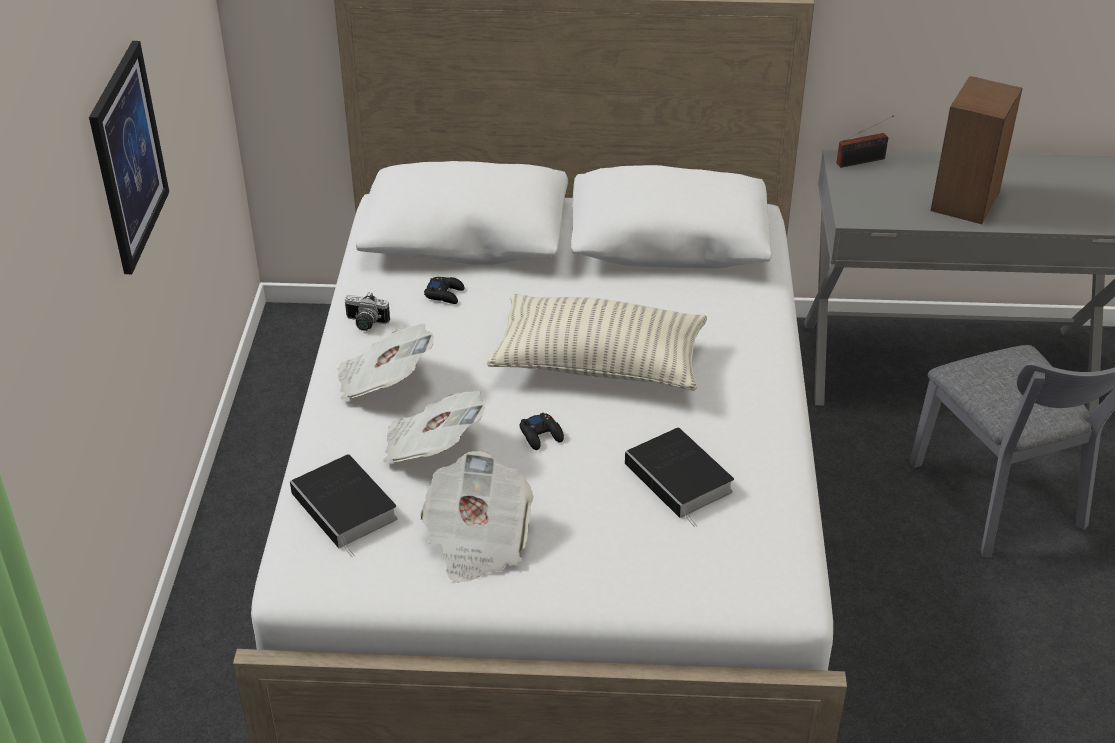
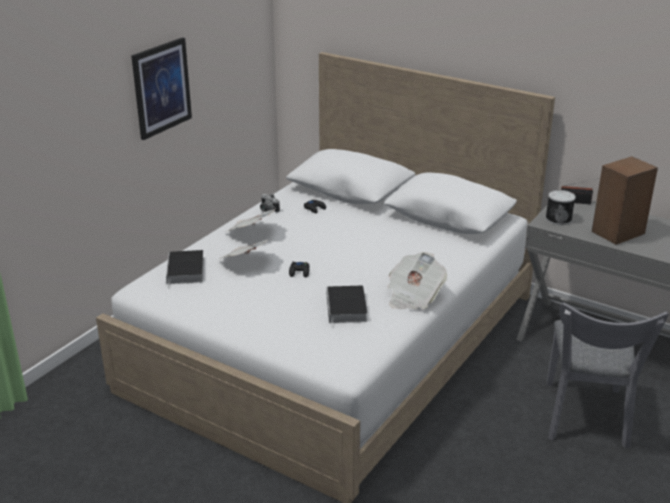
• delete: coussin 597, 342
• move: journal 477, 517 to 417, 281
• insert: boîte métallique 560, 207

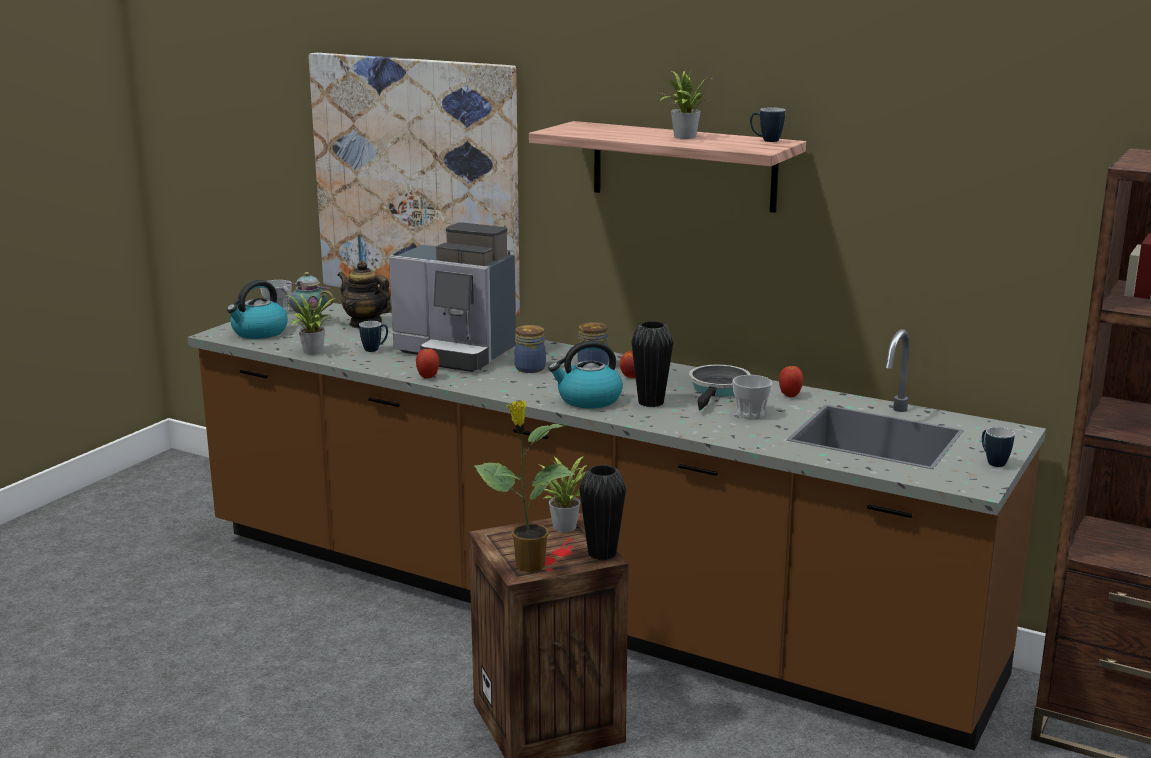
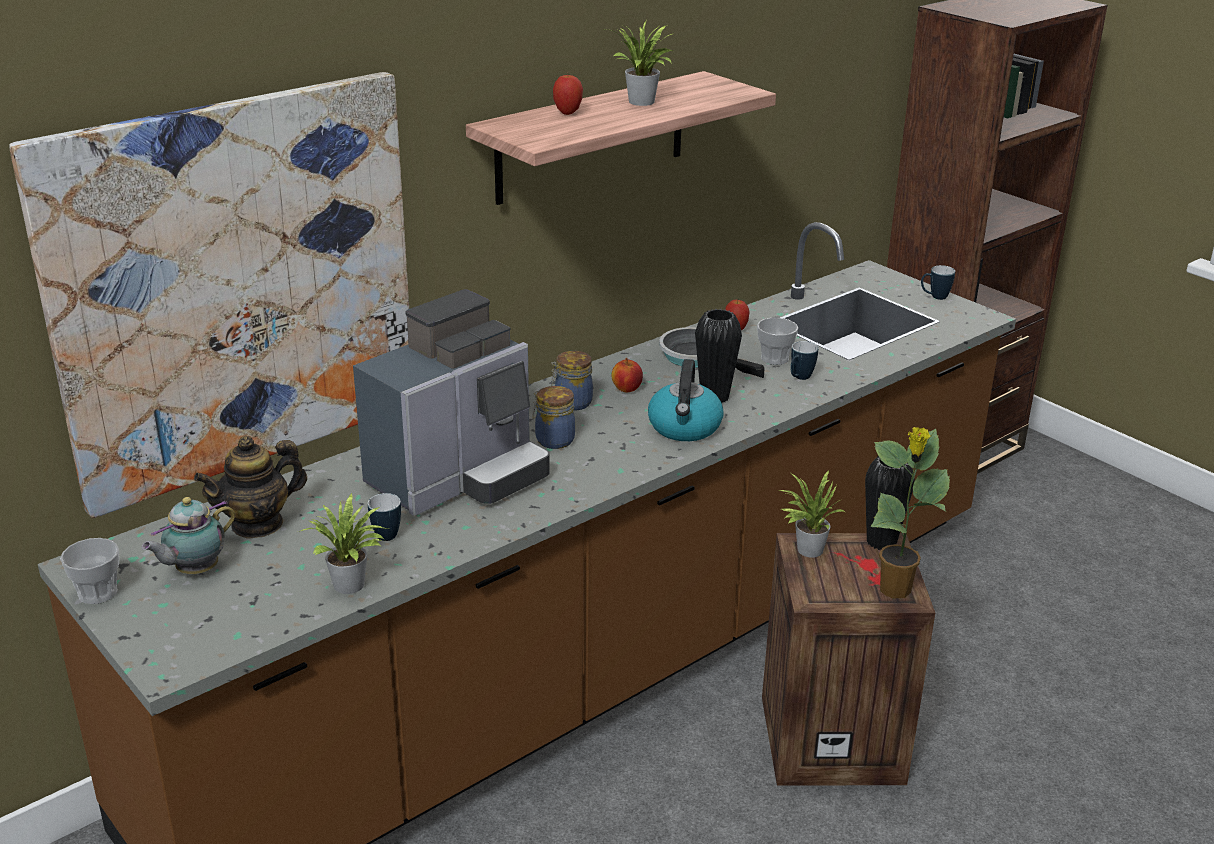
• move: mug 767, 124 to 804, 360
• delete: bouilloire 257, 309
• move: pomme 427, 363 to 568, 94

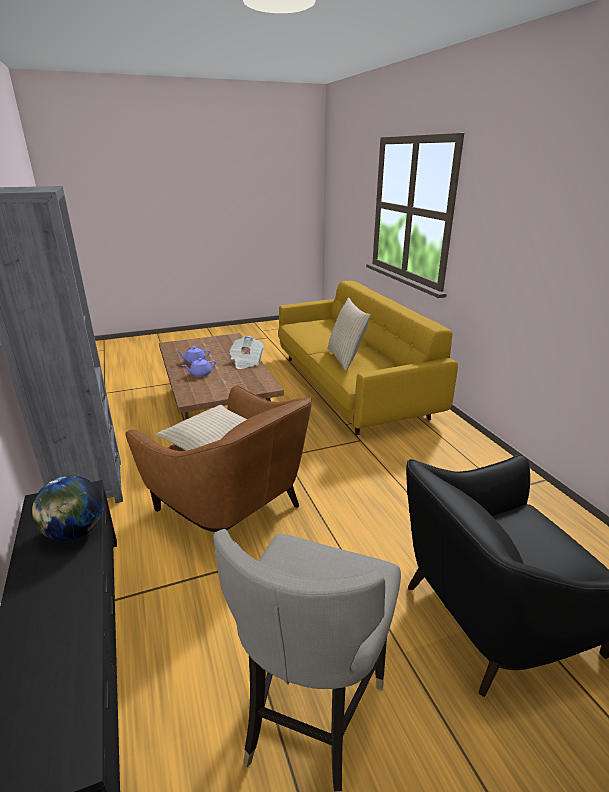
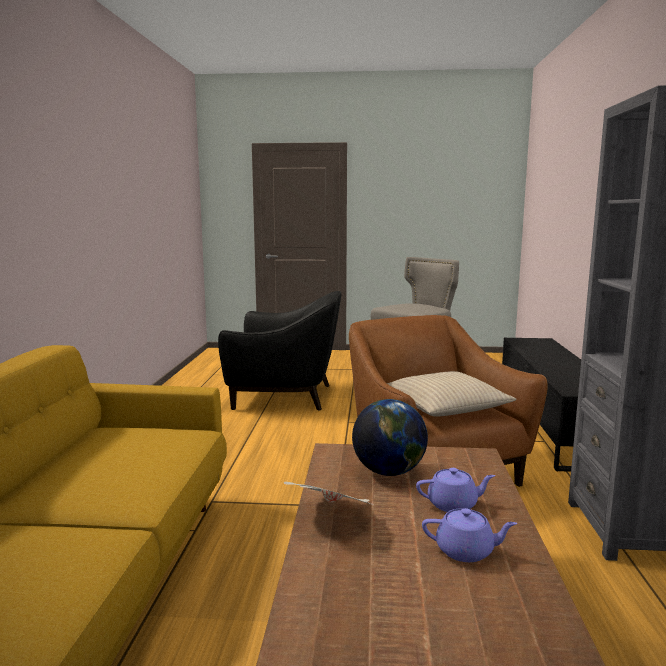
• delete: coussin [beige] 348, 334
• move: globe 67, 508 to 390, 437

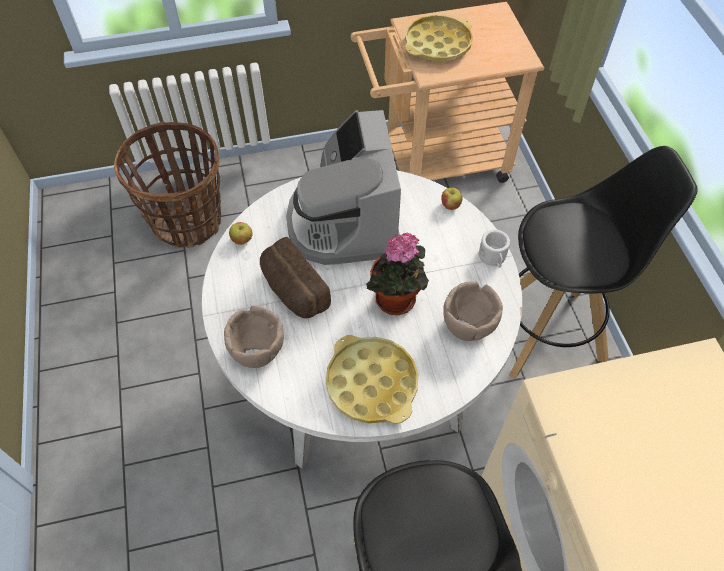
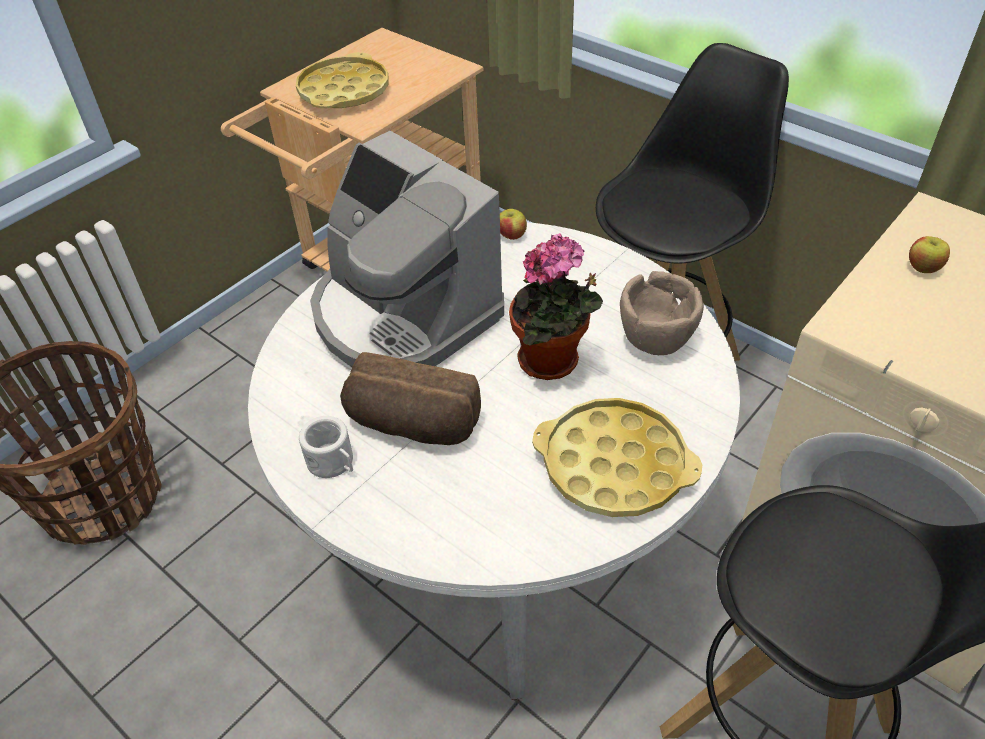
• move: pomme 241, 233 to 929, 254
• move: mug [blanc] 494, 249 to 326, 447
• delete: bol [marron] 254, 337

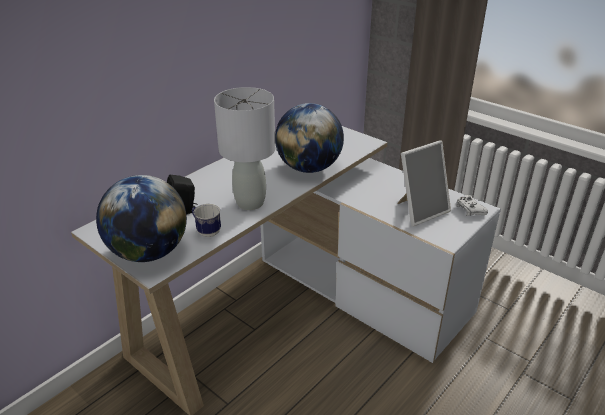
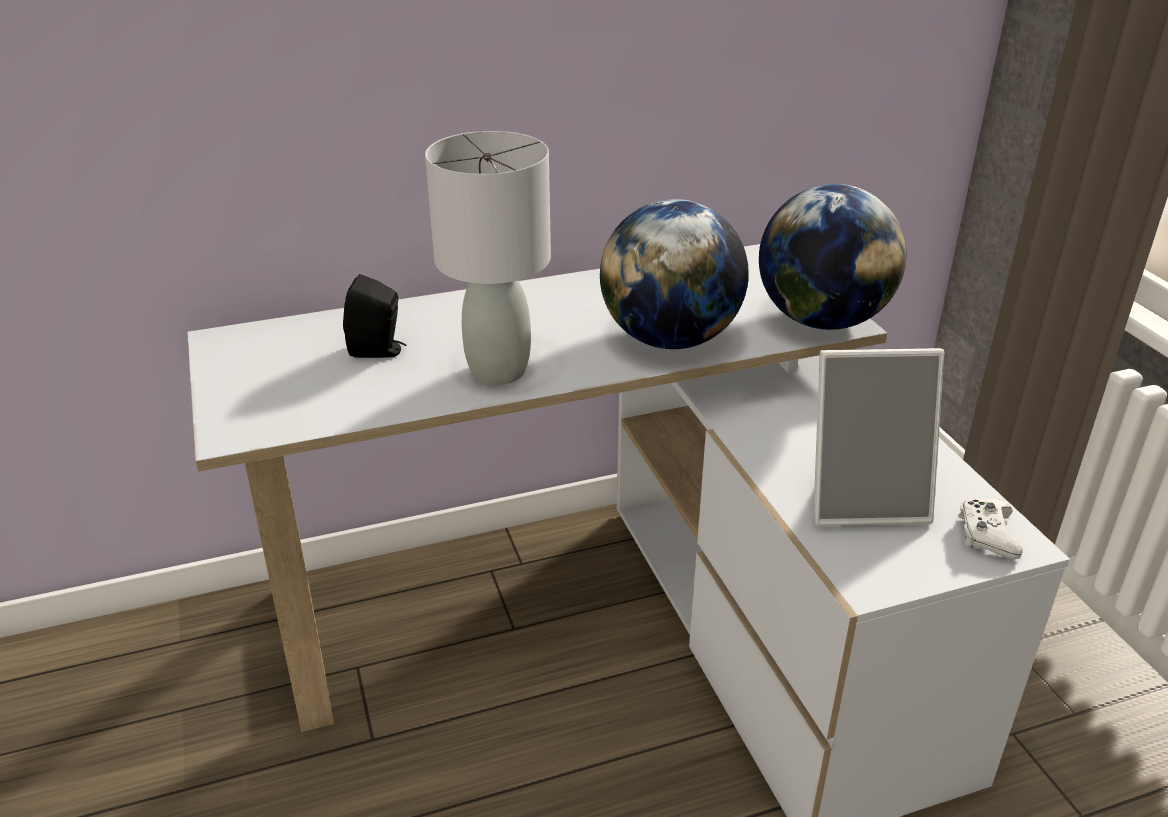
• move: globe 141, 218 to 832, 257
• delete: mug 206, 220

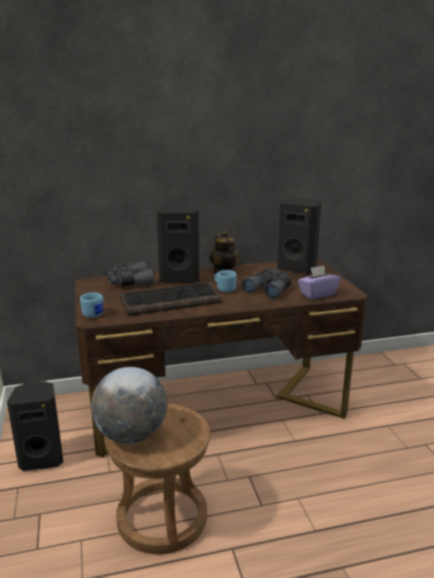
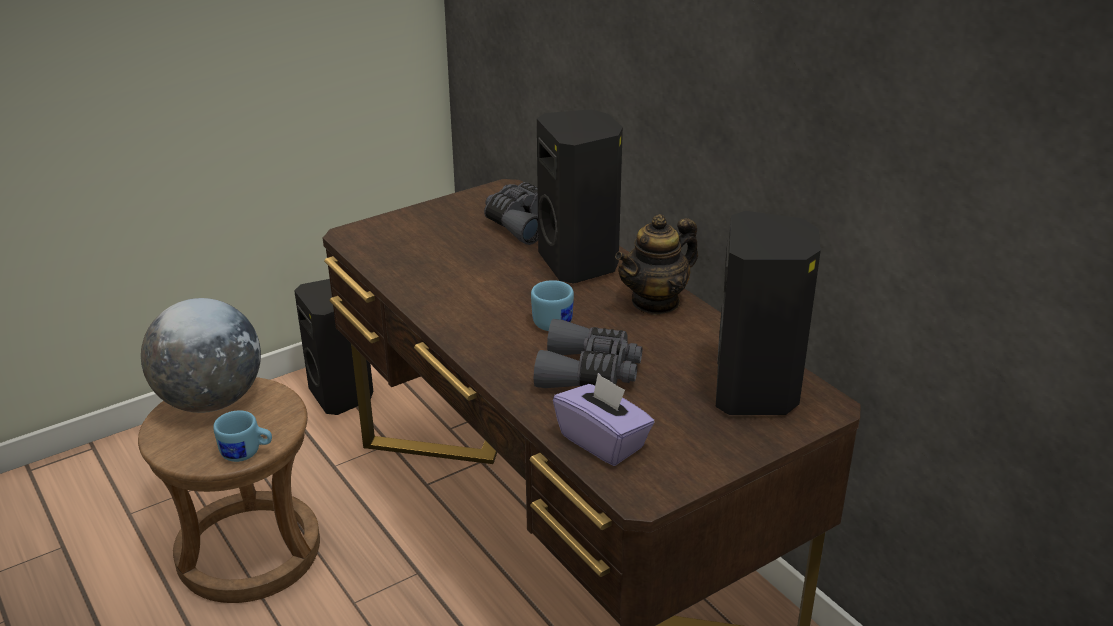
• delete: clavier 170, 299
• move: mug [bleu] 92, 305 to 242, 436

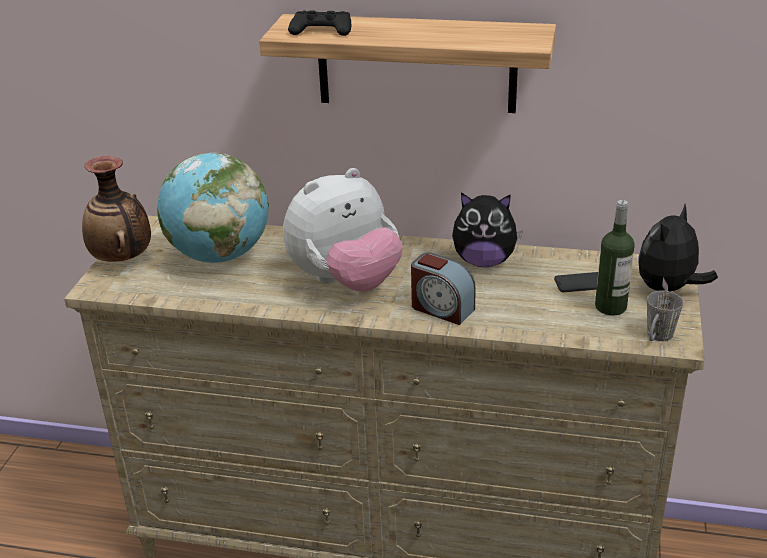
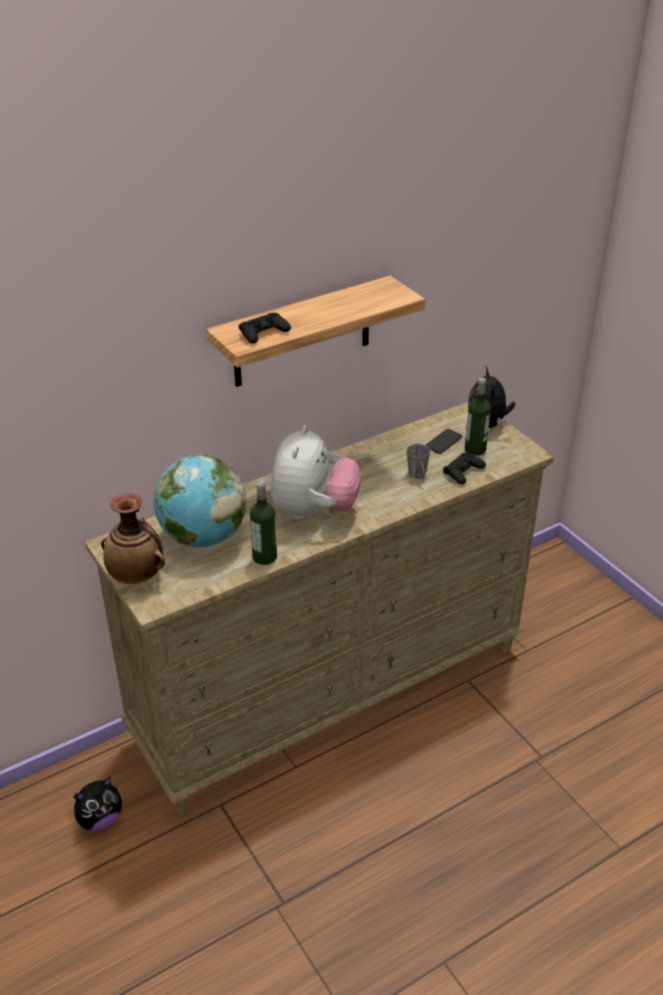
• move: peluche 487, 229 to 98, 804
• delete: réveil 443, 288
• move: mug [gris] 665, 315 to 418, 462
• insert: manette [noir] 464, 468
• insert: bouteille 263, 523

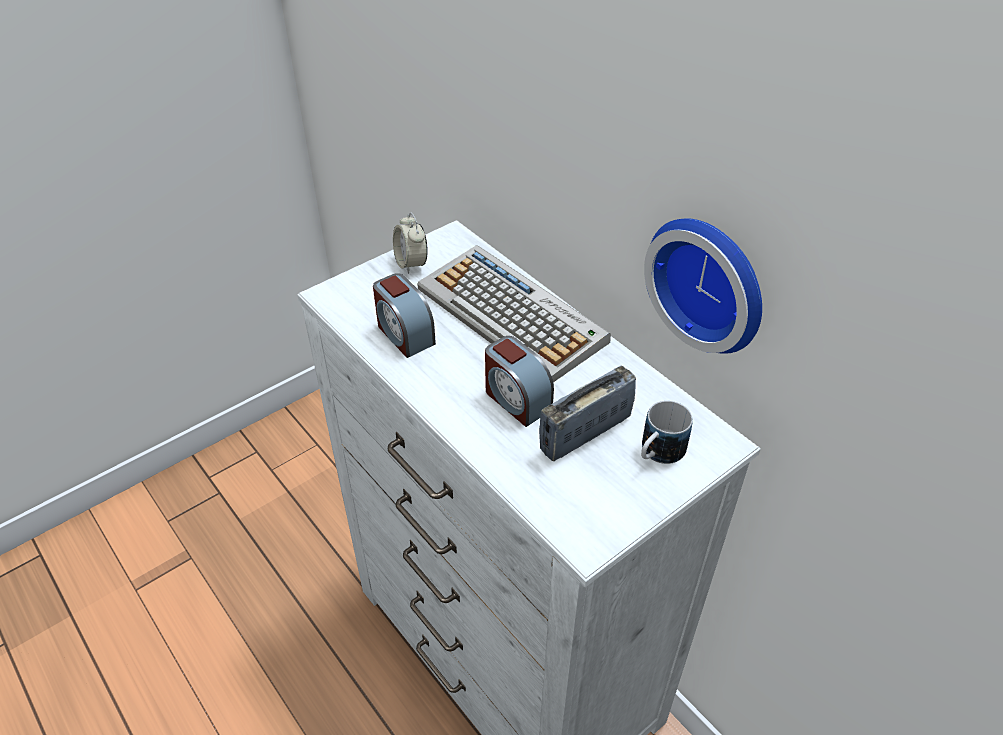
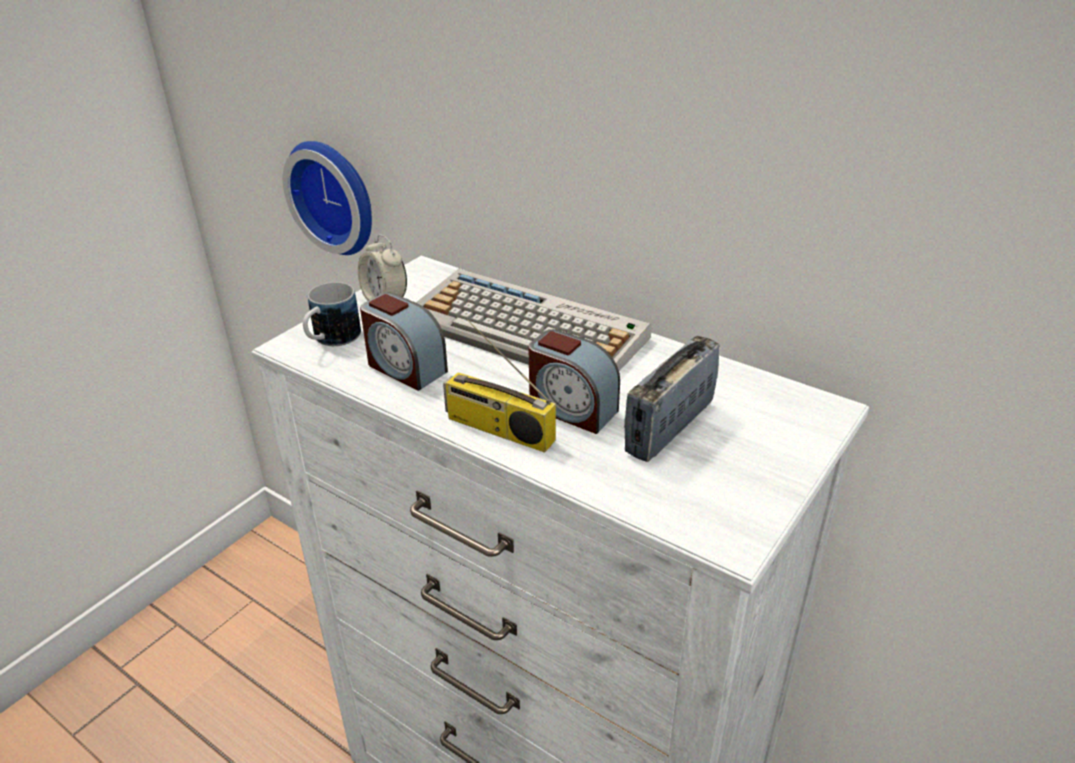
• move: horloge murale 703, 286 to 327, 198
• move: mug 667, 432 to 332, 314
• insert: radio 499, 385

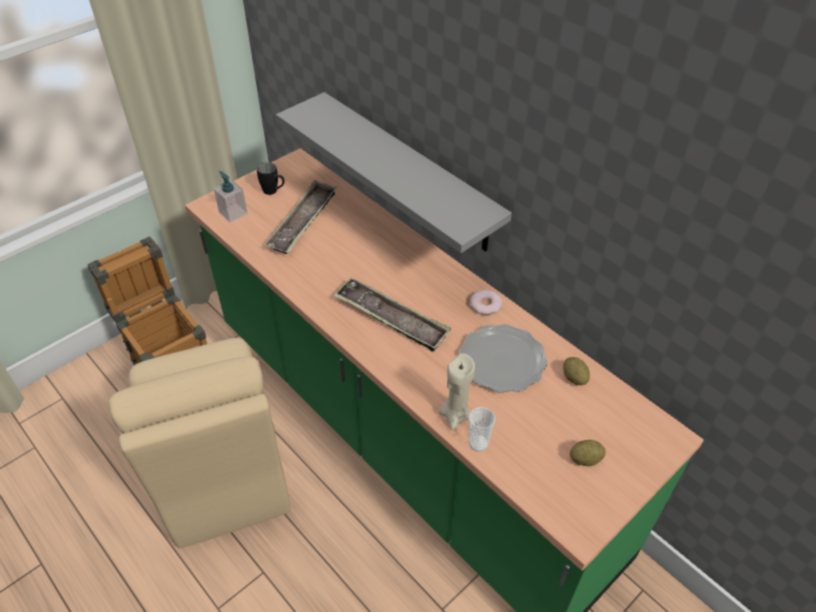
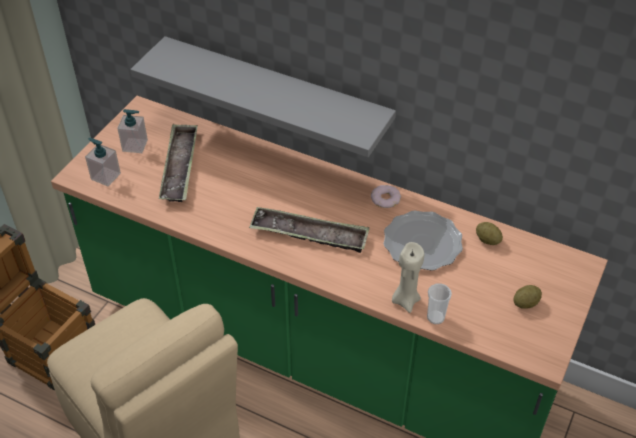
• replace: mug [noir] 271, 178 to distributeur de savon 132, 131

